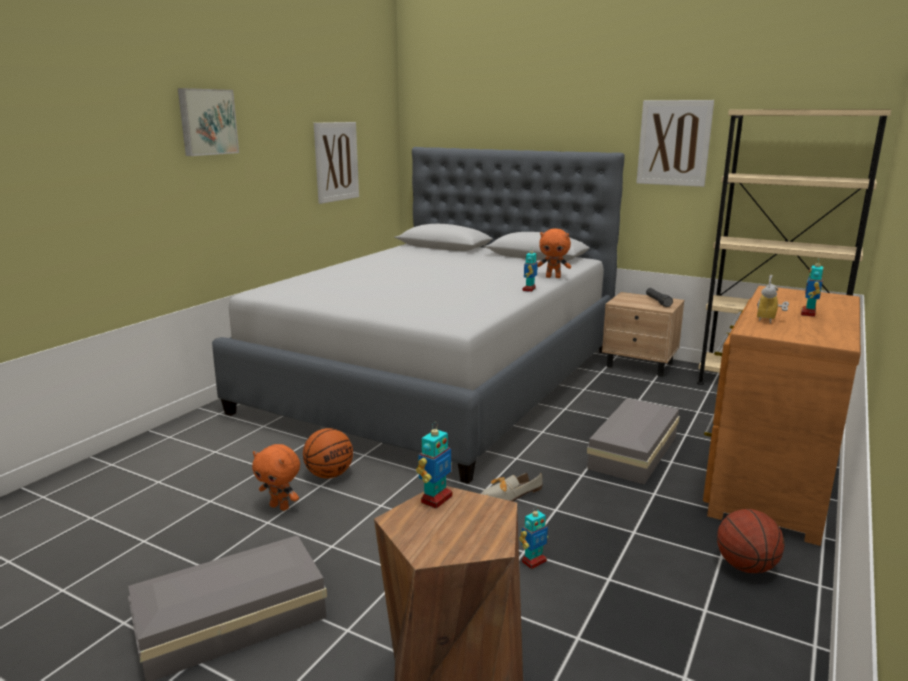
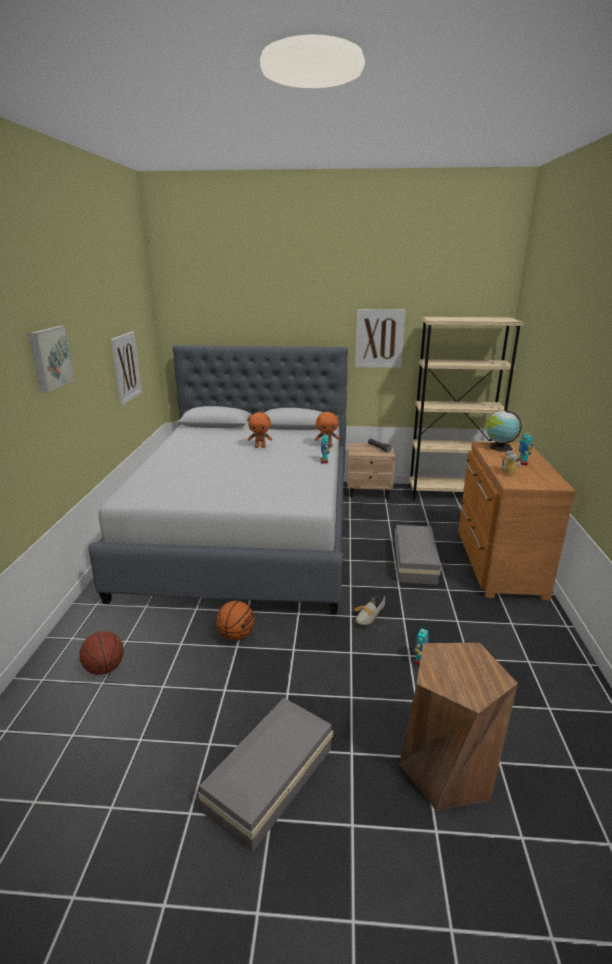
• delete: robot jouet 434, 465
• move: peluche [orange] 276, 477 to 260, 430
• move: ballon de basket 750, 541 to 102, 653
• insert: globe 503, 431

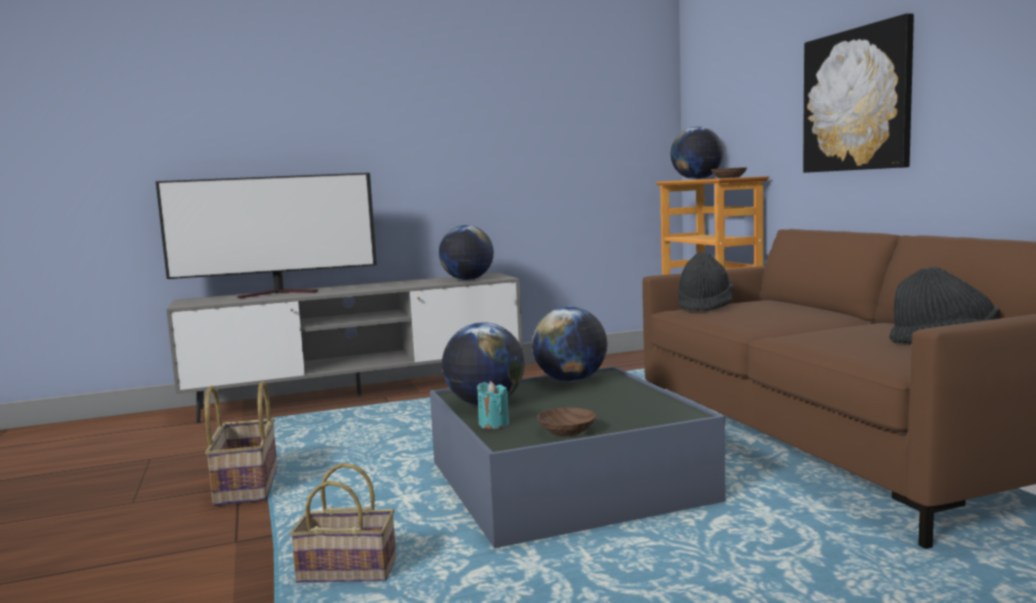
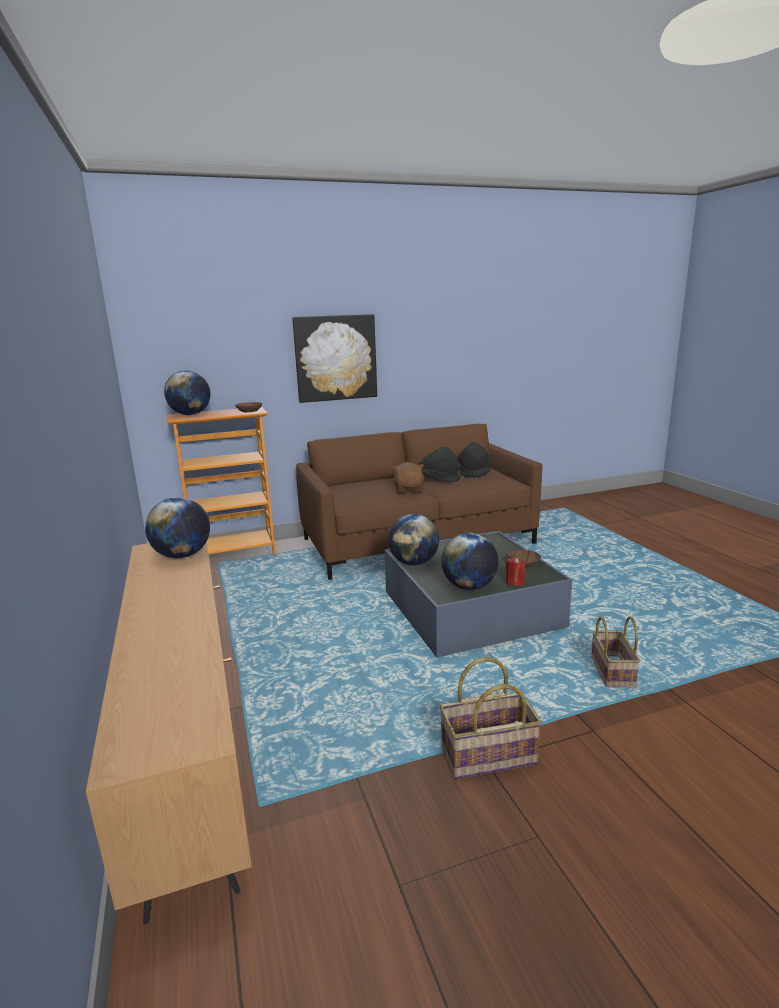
• delete: téléviseur 266, 235
• move: chapeau [noir] 706, 282 to 439, 464
• recolor: meuble télé [gris] 344, 348 to meuble télé [marron] 169, 732
• recolor: bougie [turquoise] 493, 405 to bougie [rouge] 516, 571
• insert: peluche [marron] 408, 478

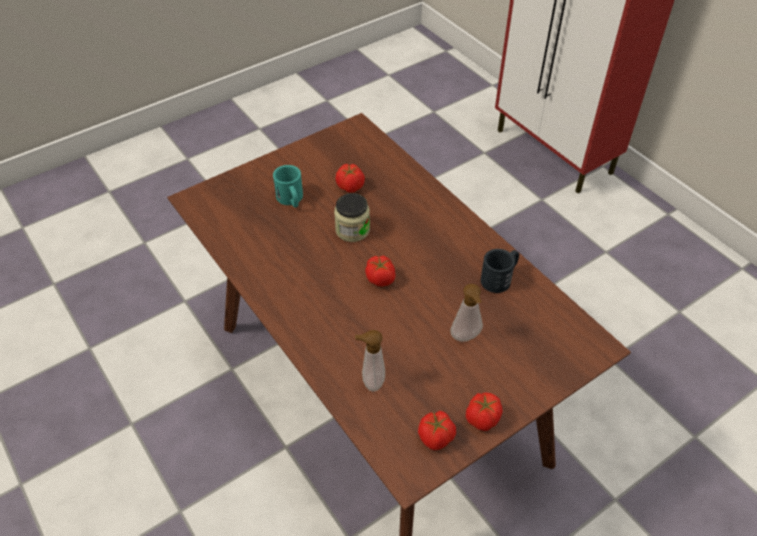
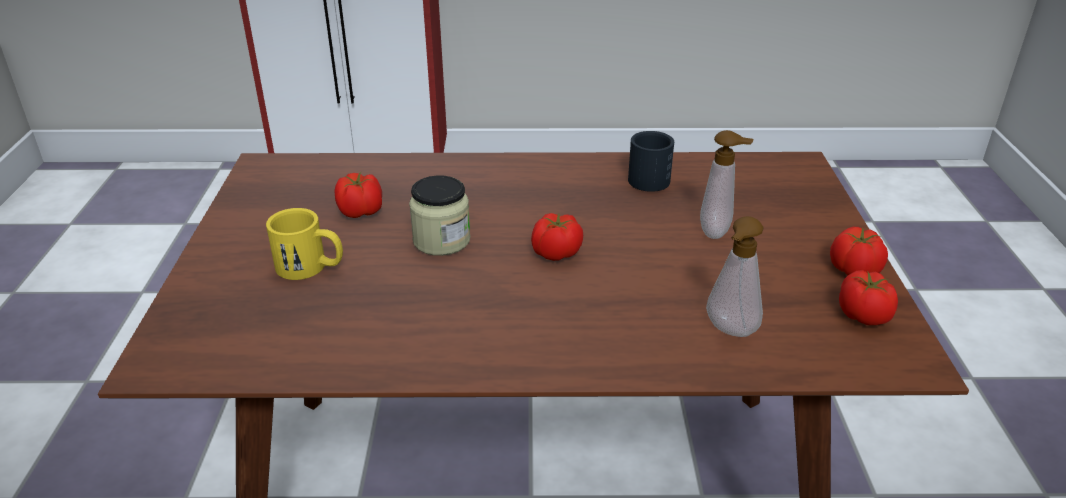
• recolor: mug [turquoise] 288, 186 to mug [jaune] 304, 244

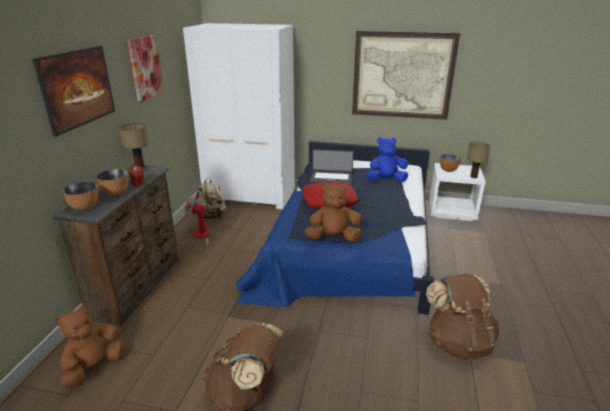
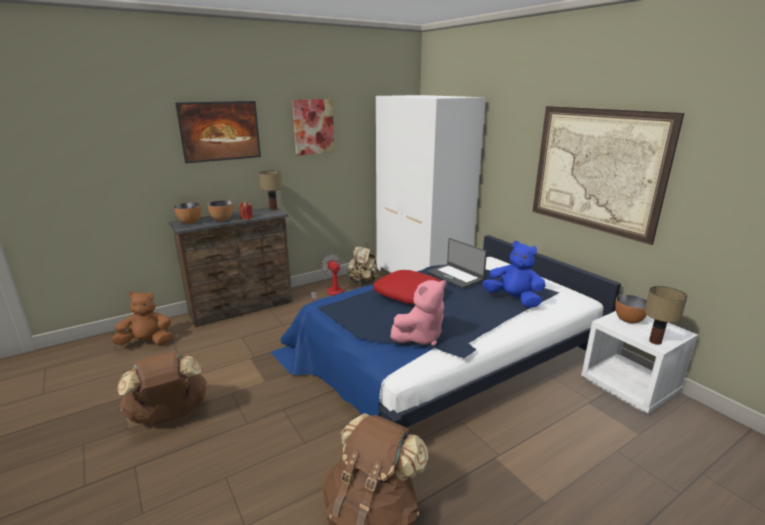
• delete: peluche [marron] 333, 212
• insert: peluche [rose] 418, 313

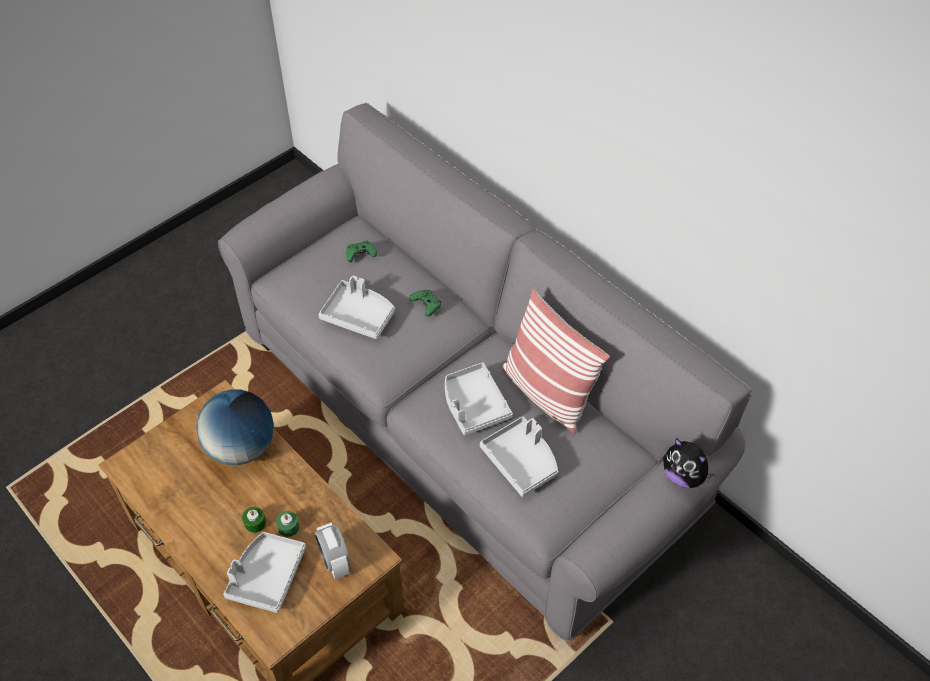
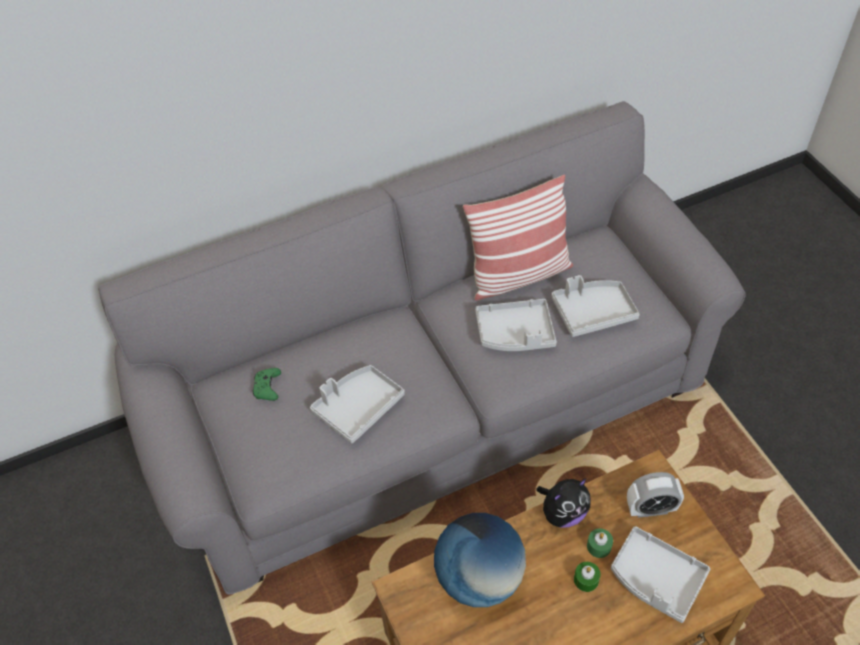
• delete: manette [vert] 425, 303
• move: peluche 689, 463 to 563, 503

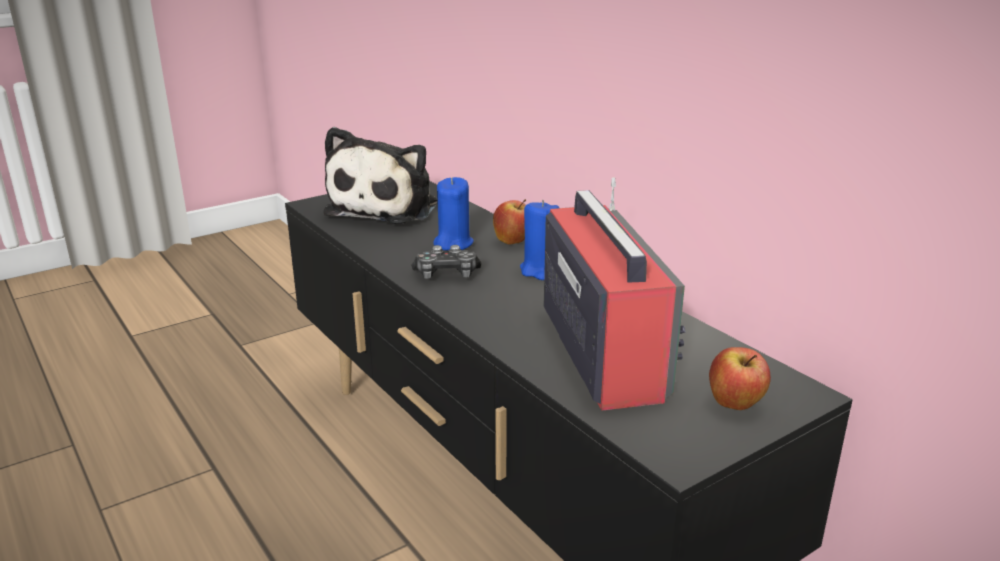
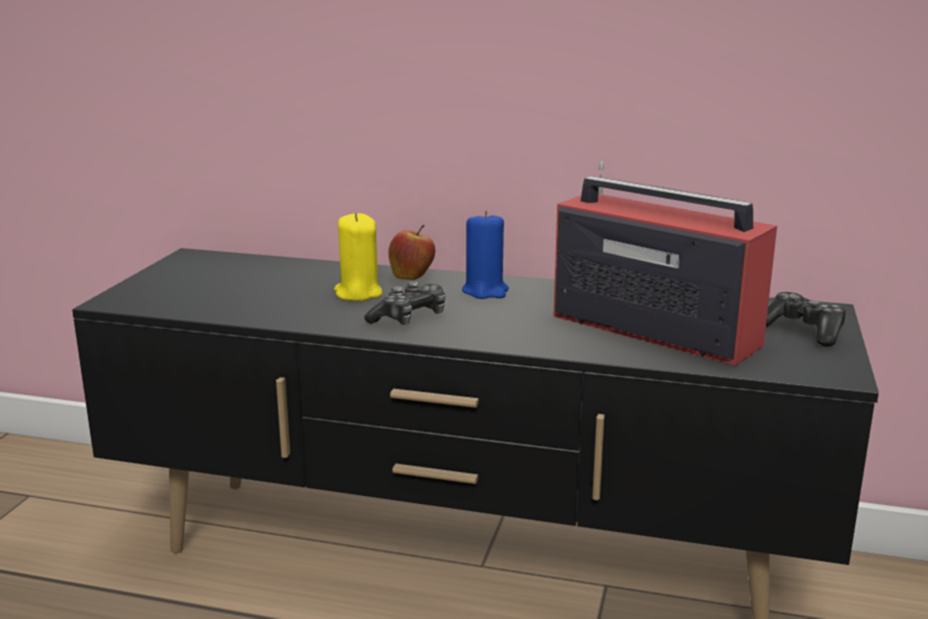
• delete: peluche 380, 175
• recolor: bougie [bleu] 454, 213 to bougie [jaune] 358, 257
• replace: pomme 740, 378 to manette 806, 319

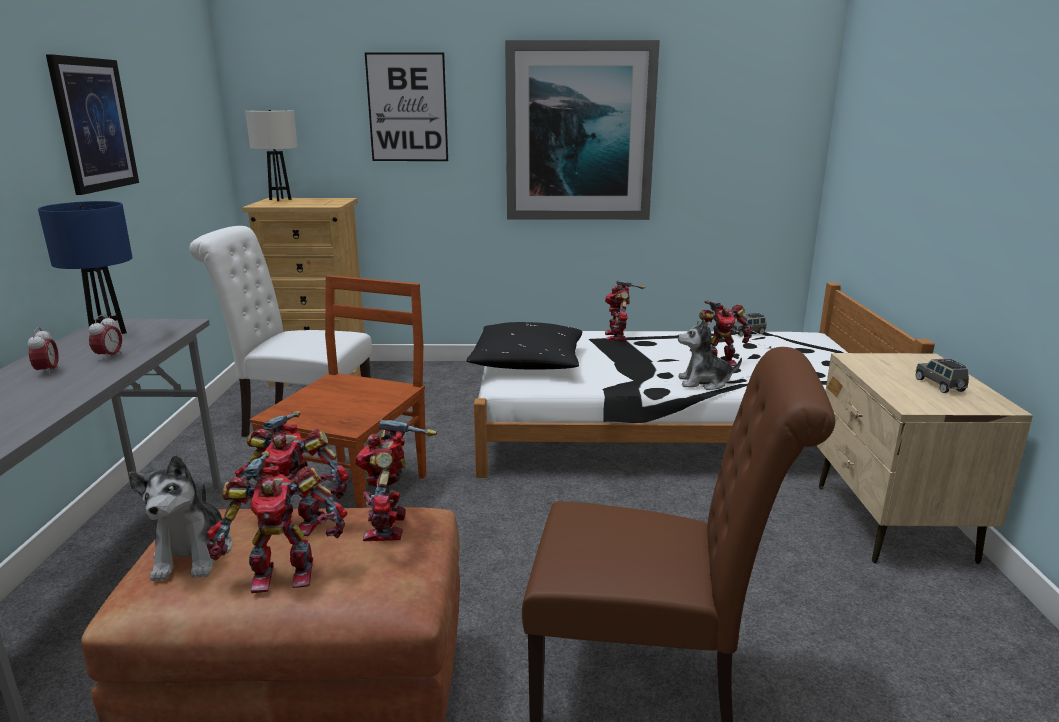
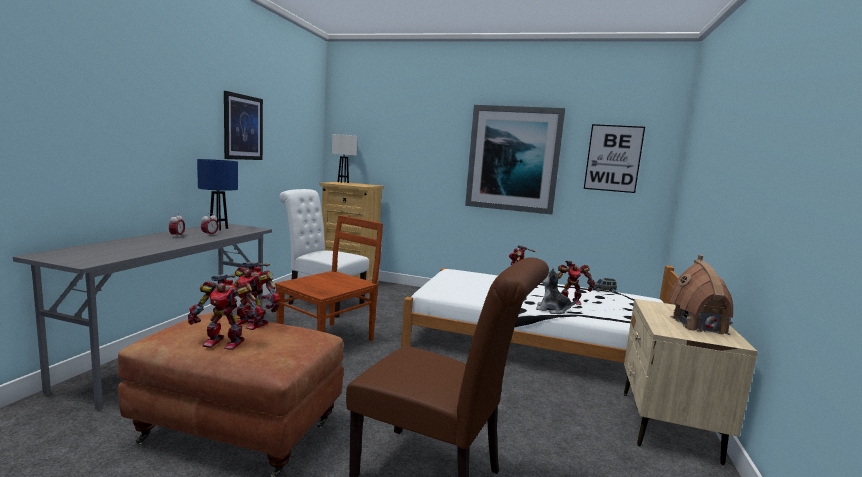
• move: tableau 406, 107 to 614, 158
• delete: coussin [noir] 524, 345
• replace: petite voiture [gris] 942, 375 to maison miniature 700, 295
• delete: robot jouet 396, 480
• delete: peluche 180, 518

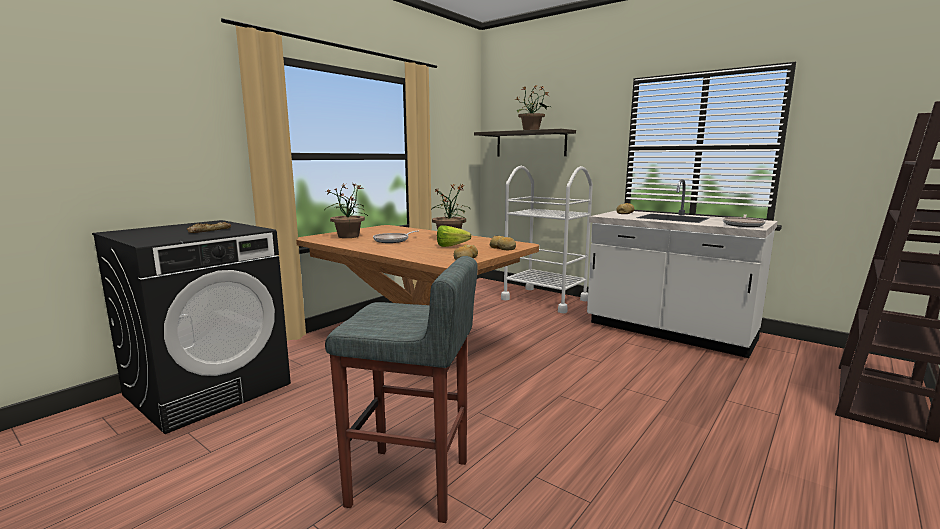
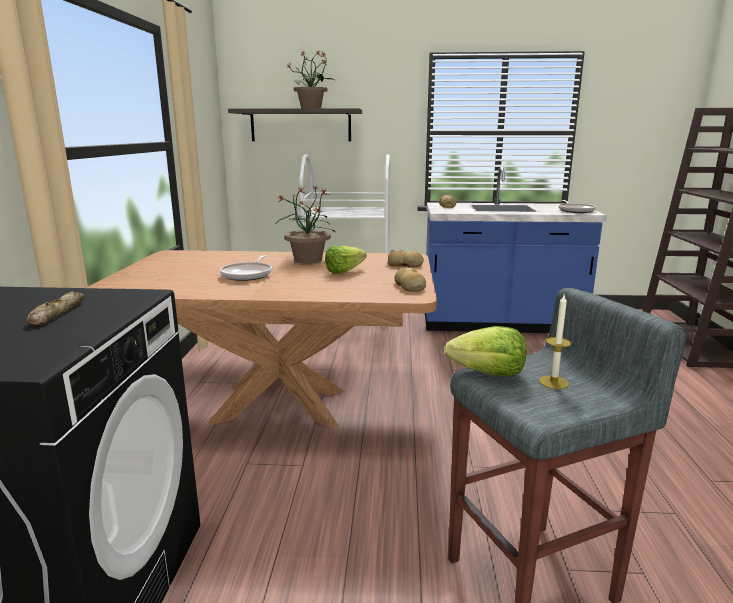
• recolor: comptoir de cuisine [blanc] 682, 268 to comptoir de cuisine [bleu] 516, 250
• delete: plante en pot 346, 211
• insert: bougie 555, 341
• insert: laitue 485, 351

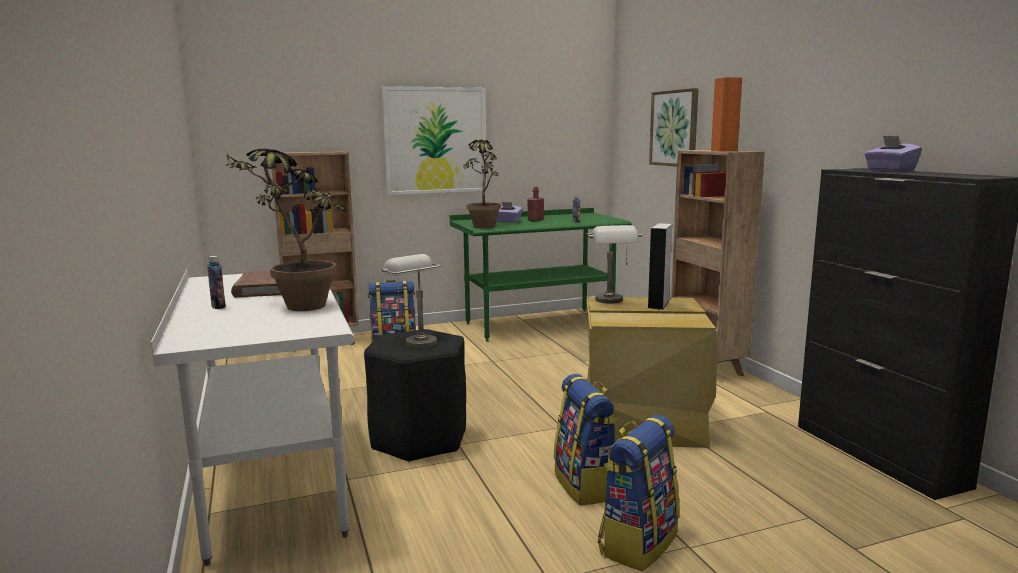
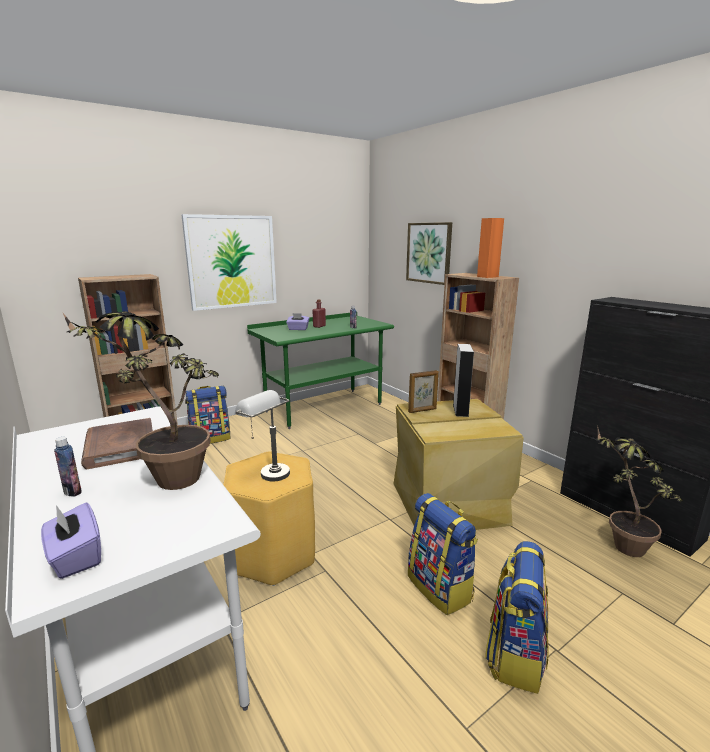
• move: boîte à mouchoirs [violet] 893, 154 to 71, 540
• move: plante en pot 482, 184 to 639, 493
• replace: lampe de table [gris] 614, 264 to cadre photo 423, 391
• recolor: tabouret [noir] 415, 395 to tabouret [jaune] 269, 519

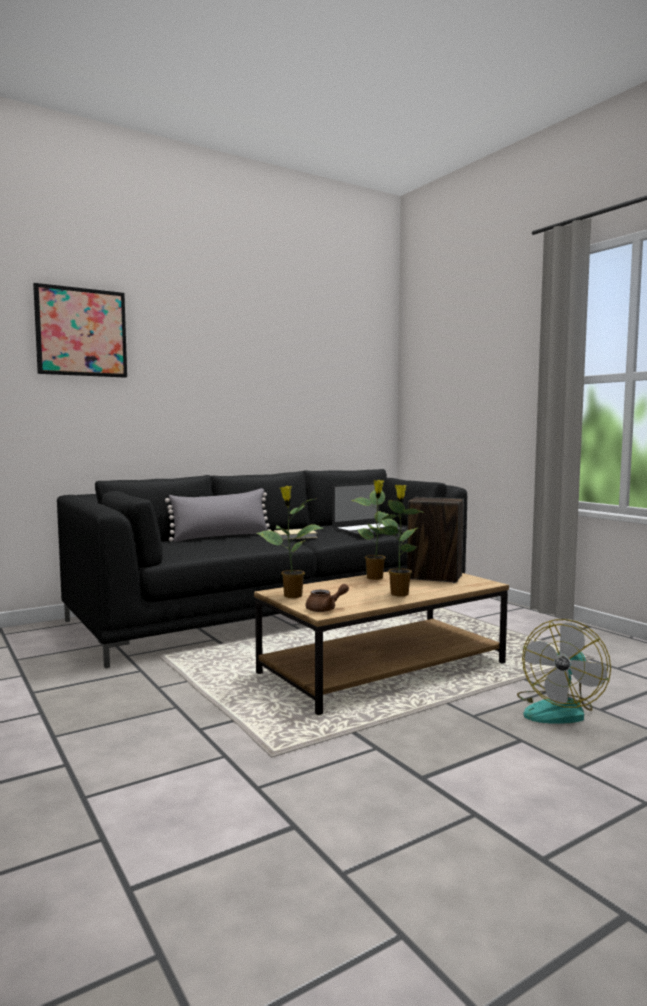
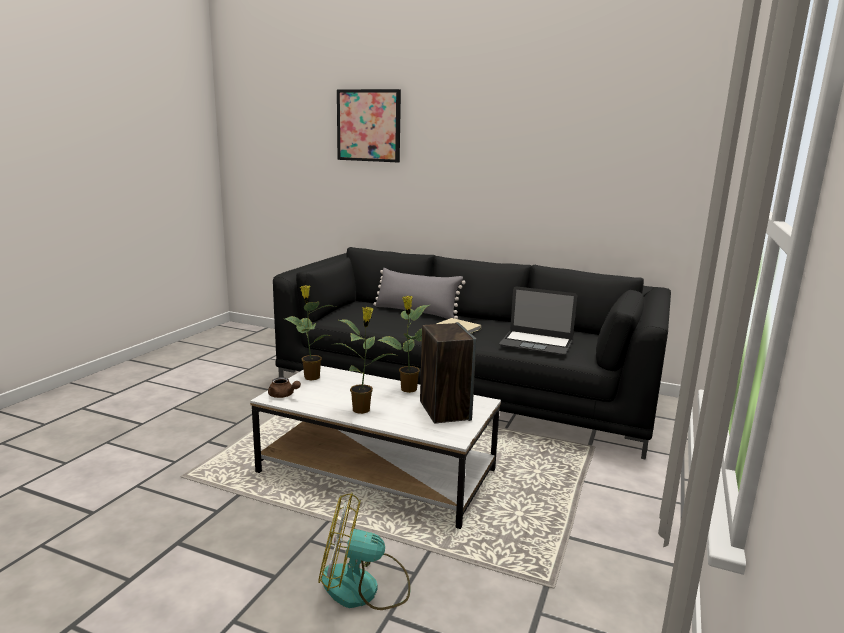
• recolor: table basse [marron] 381, 643 to table basse [blanc] 375, 447

